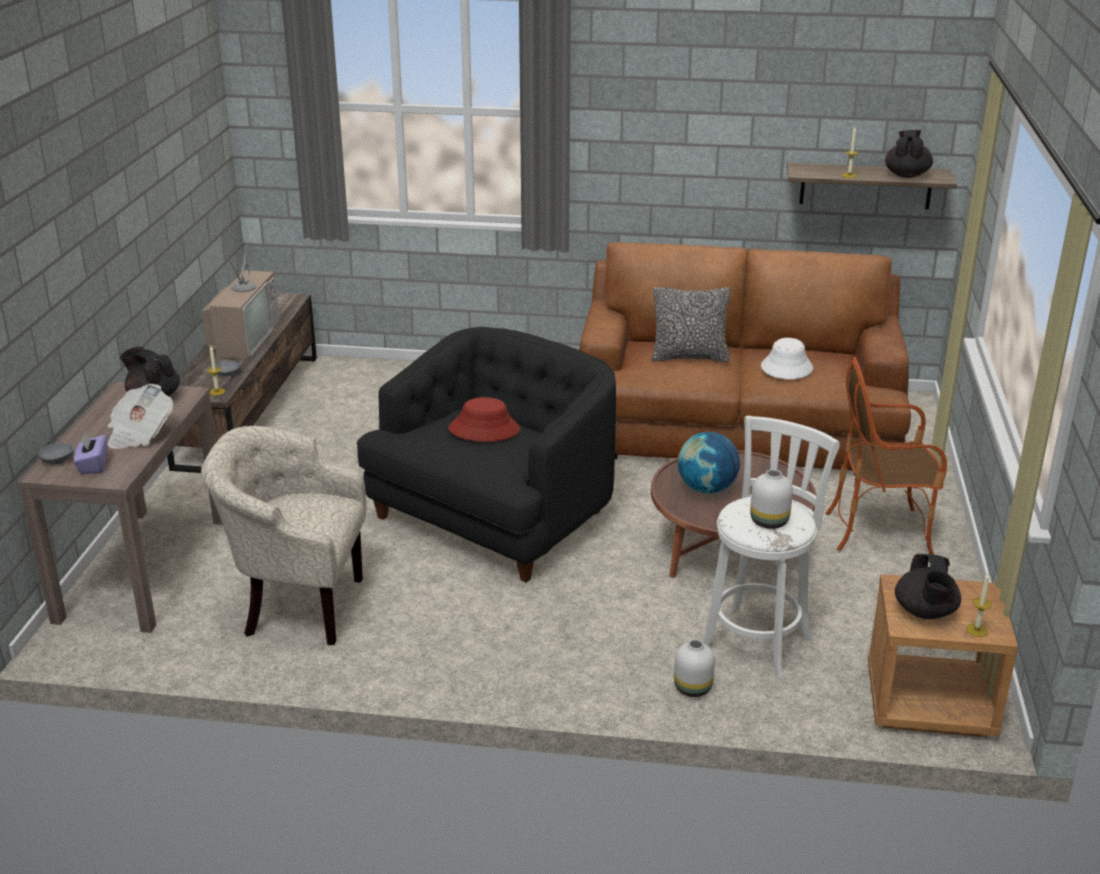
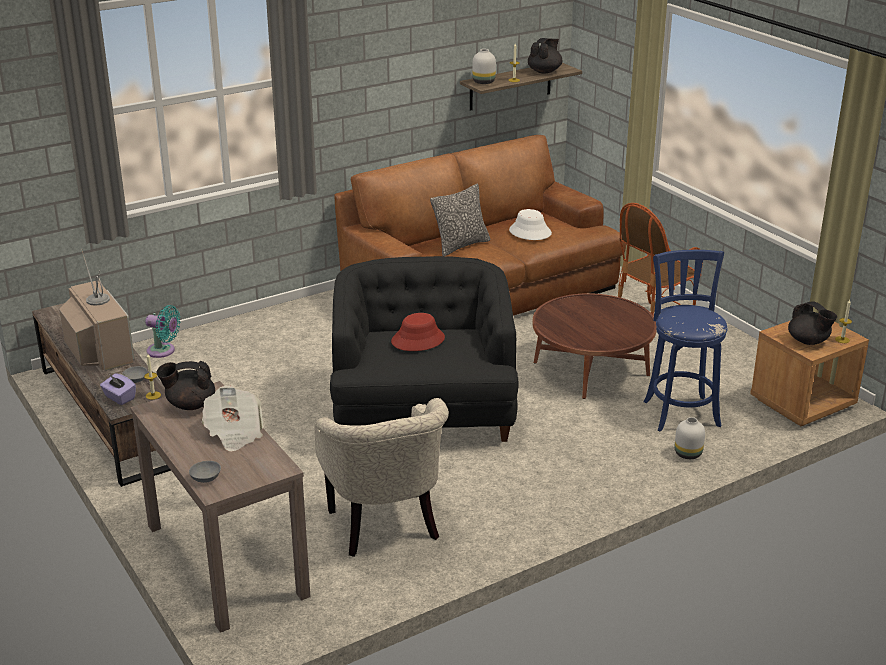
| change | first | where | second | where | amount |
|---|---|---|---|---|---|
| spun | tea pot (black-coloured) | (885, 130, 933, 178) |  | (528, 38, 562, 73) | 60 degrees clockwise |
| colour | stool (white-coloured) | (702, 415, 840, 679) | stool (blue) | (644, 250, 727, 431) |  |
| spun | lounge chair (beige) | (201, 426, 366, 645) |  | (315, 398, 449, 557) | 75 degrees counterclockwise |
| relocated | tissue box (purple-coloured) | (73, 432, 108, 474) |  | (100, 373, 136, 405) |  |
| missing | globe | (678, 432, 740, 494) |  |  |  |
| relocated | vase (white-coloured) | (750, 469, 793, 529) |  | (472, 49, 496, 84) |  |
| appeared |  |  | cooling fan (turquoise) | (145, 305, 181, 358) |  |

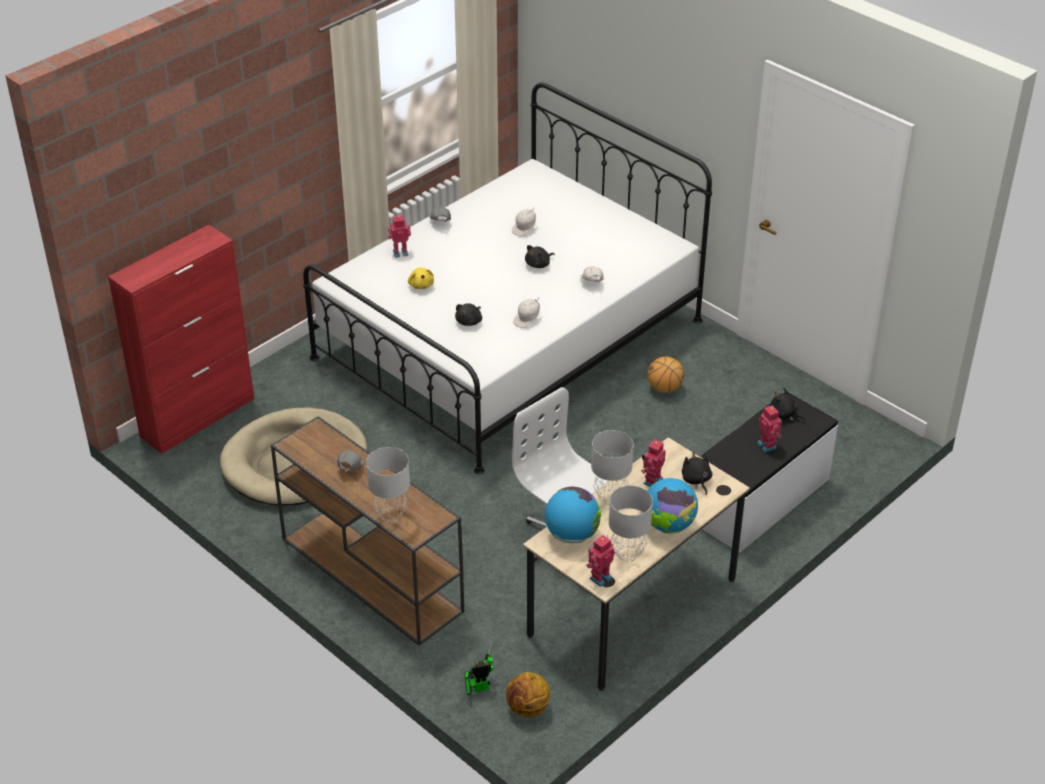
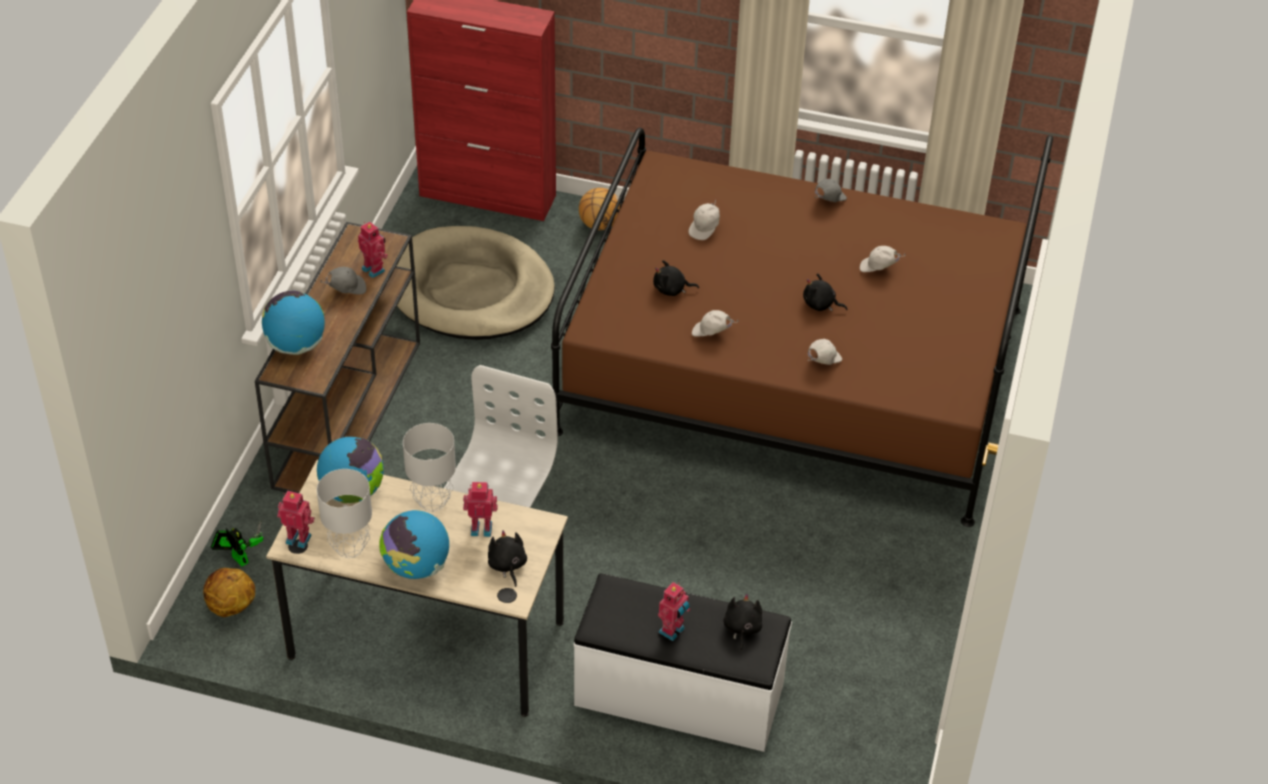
| change | first | where | second | where | amount |
|---|---|---|---|---|---|
| colour | sleeping bed (white-coloured) | (303, 83, 712, 475) | sleeping bed (brownish) | (551, 128, 1053, 527) |  |
| relocated | toy robot | (388, 215, 411, 258) |  | (358, 222, 388, 278) |  |
| exchanged | plush toy (yellow) | (408, 267, 434, 289) | peaked cap (white-coloured) | (688, 199, 720, 240) |  |
| relocated | ball for basketball | (648, 356, 684, 393) |  | (579, 188, 620, 230) |  |
| exchanged | lamp for a table (gray) | (366, 447, 410, 522) | globe | (262, 291, 325, 355) |  |
| spun | plush toy (black-coloured) | (682, 452, 712, 495) |  | (488, 530, 527, 587) | 60 degrees counterclockwise |

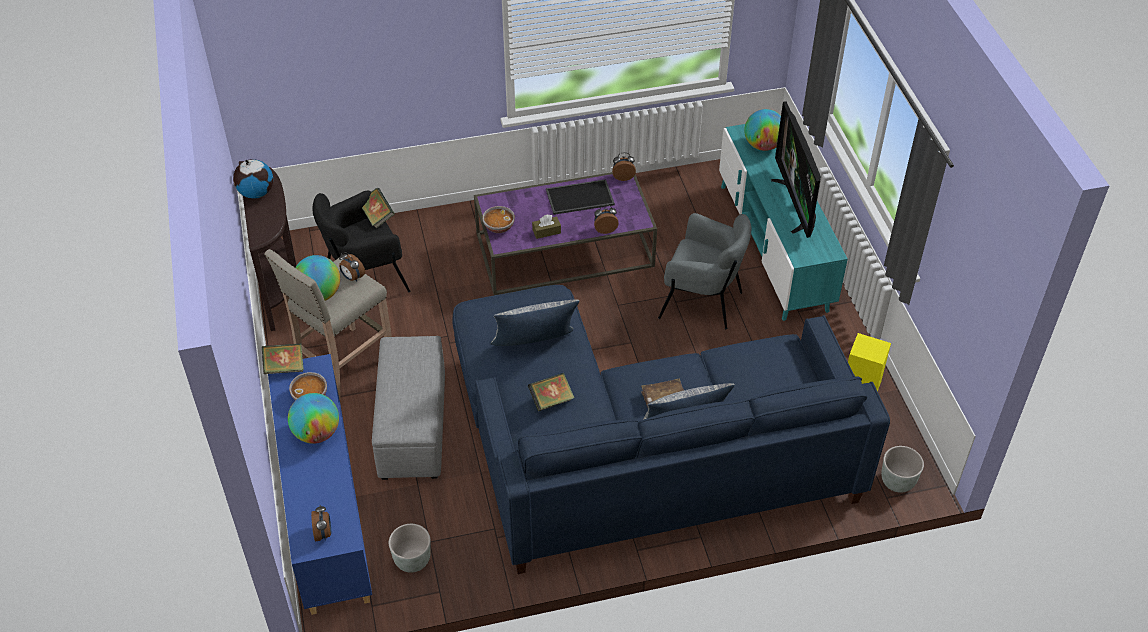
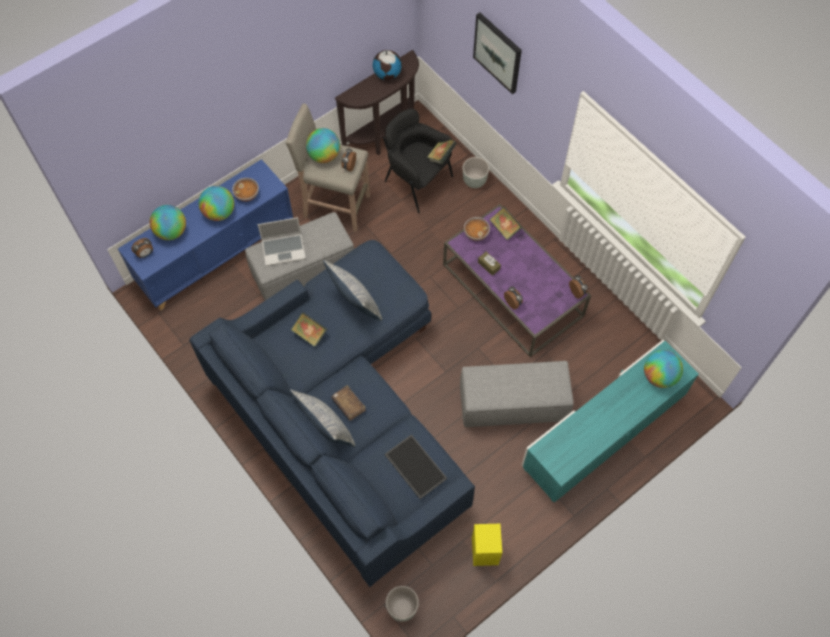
| change | first | where | second | where | amount |
|---|---|---|---|---|---|
| missing | TV set | (771, 101, 821, 238) |  |  |  |
| relocated | tray | (546, 179, 615, 215) |  | (384, 434, 447, 499) |  |
| exchanged | lounge chair (gray) | (658, 213, 751, 330) | pouffe (gray) | (460, 361, 574, 427) |  |
| relocated | volume | (262, 343, 304, 374) |  | (490, 207, 522, 240) |  |
| relocated | planter (gray) | (389, 524, 431, 573) |  | (463, 157, 489, 188) |  |
| appeared |  |  | wall picture | (473, 13, 522, 94) |  |
| appeared |  |  | globe | (150, 205, 186, 240) |  |
| appeared |  |  | notebook computer | (258, 217, 306, 266) |  |

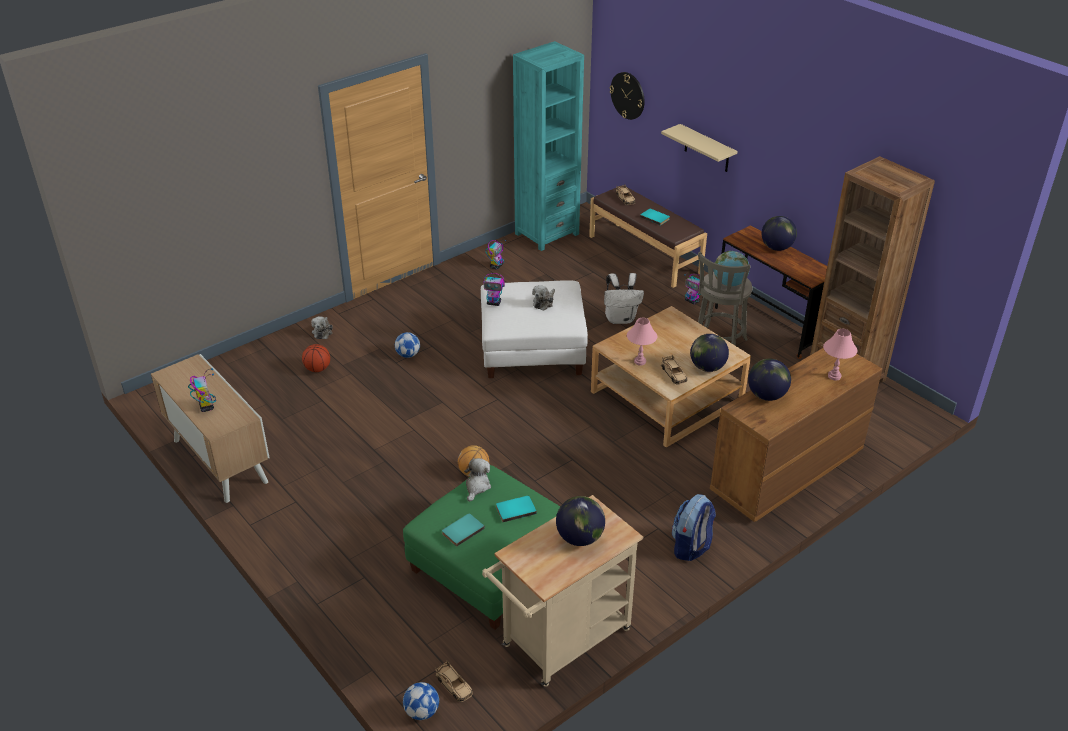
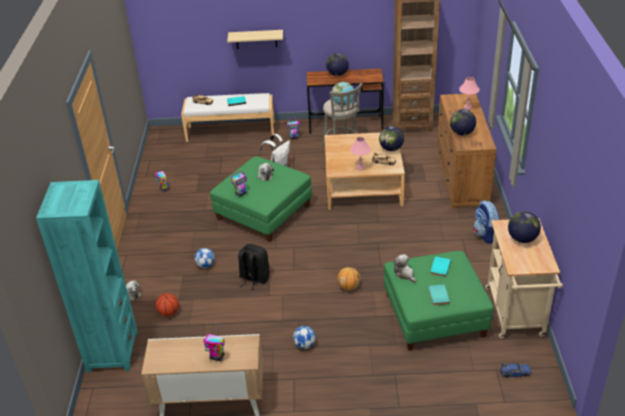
| change | first | where | second | where | amount |
|---|---|---|---|---|---|
| relocated | bookshelf (turquoise) | (513, 41, 584, 251) |  | (36, 180, 138, 372) |  |
| missing | clock on the wall | (610, 72, 645, 120) |  |  |  |
| colour | bench (brownish) | (589, 185, 707, 288) | bench (white-coloured) | (181, 93, 275, 142) |  |
| colour | pouffe (white-coloured) | (481, 280, 588, 378) | pouffe (green) | (210, 156, 312, 242) |  |
| colour | toy car (beige) | (435, 660, 473, 702) | toy car (blue) | (500, 364, 531, 378) |  |
| relocated | football ball | (403, 682, 439, 720) |  | (293, 326, 316, 349) |  |
| appeared |  |  | backpack (black-coloured) | (238, 244, 269, 291) |  |

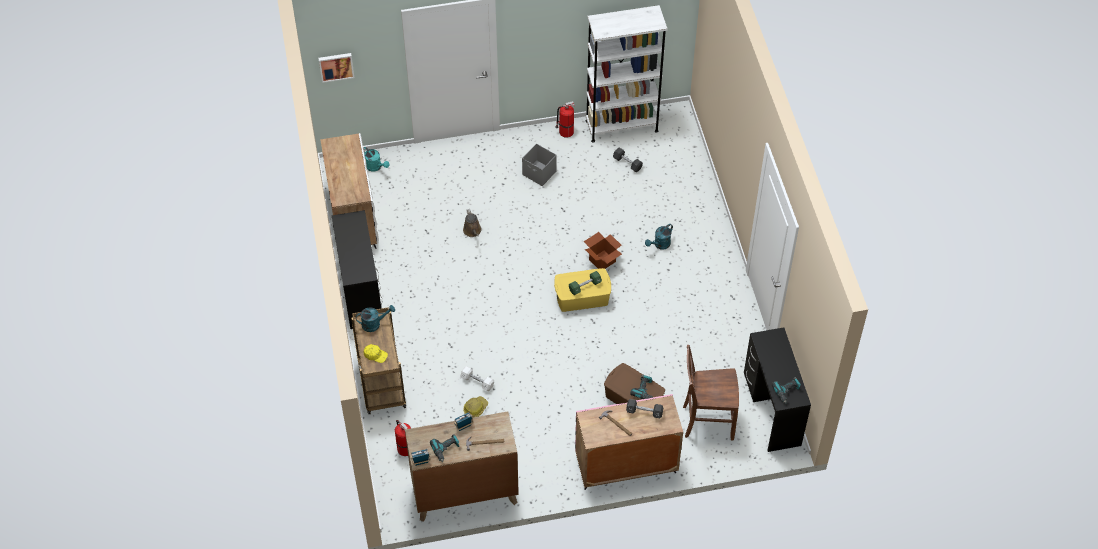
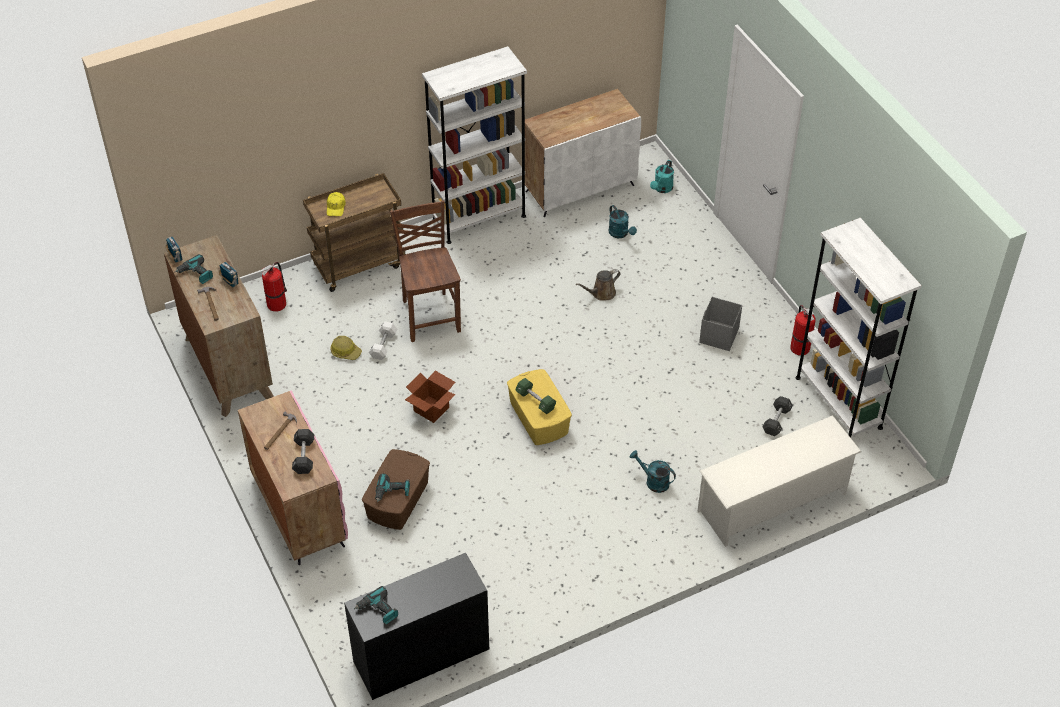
| change | first | where | second | where | amount |
|---|---|---|---|---|---|
| missing | wall picture | (318, 53, 354, 83) |  |  |  |
| exchanged | desk unit (black-coloured) | (332, 210, 382, 329) | bookshelf (white-coloured) | (422, 46, 527, 244) |  |
| relocated | cardboard box | (584, 232, 622, 269) |  | (405, 371, 455, 423) |  |
| relocated | sprinkling can (turquoise) | (356, 305, 395, 332) |  | (608, 205, 637, 238) |  |
| relocated | plain chair (brownish) | (683, 345, 739, 440) |  | (390, 200, 461, 342) |  |
| appeared |  |  | shoe shelf (white-coloured) | (698, 415, 862, 547) |  |

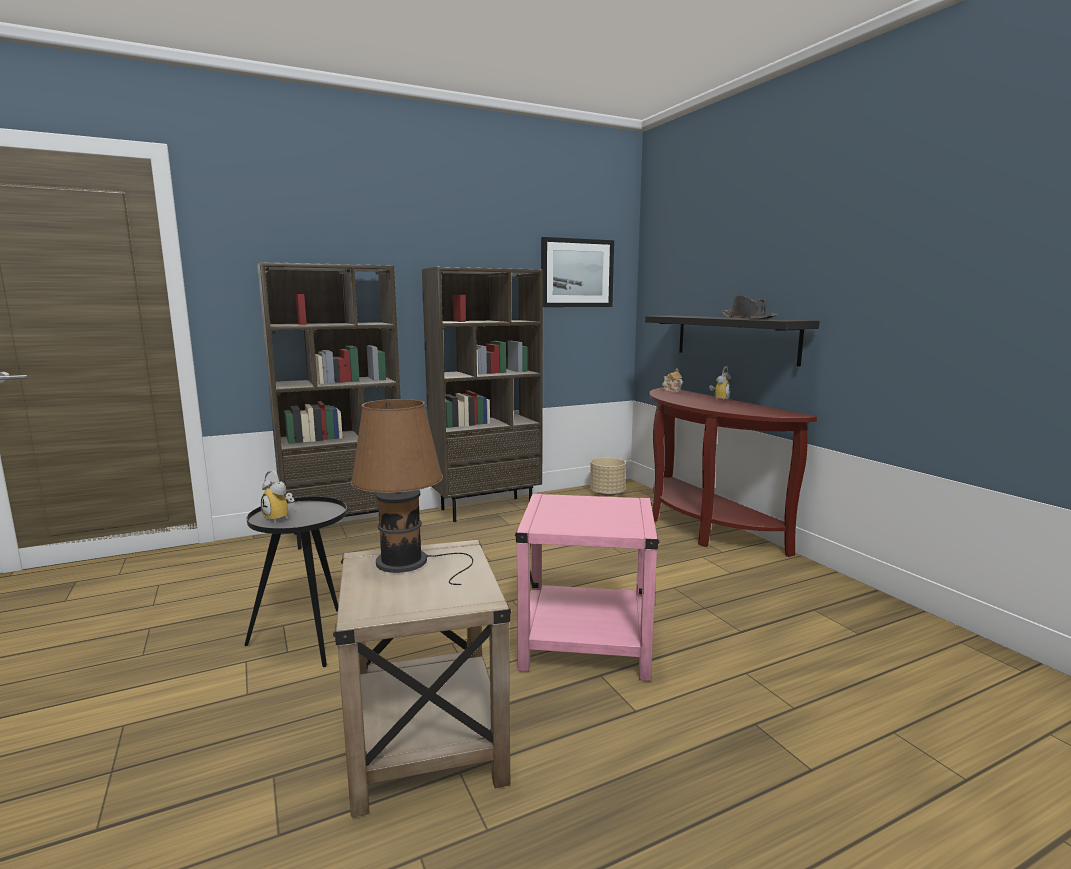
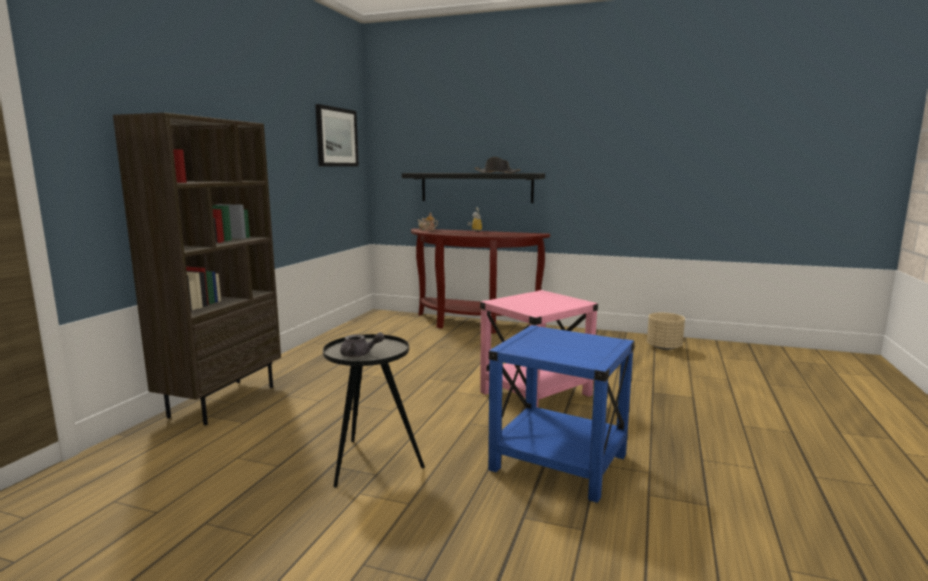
| change | first | where | second | where | amount |
|---|---|---|---|---|---|
| missing | bookshelf (brownish) | (422, 267, 543, 522) |  |  |  |
| missing | lamp for a table (brownish) | (350, 399, 473, 585) |  |  |  |
| relocated | planter (beige) | (590, 457, 626, 496) |  | (647, 313, 685, 350) |  |
| exchanged | bedside clock | (261, 470, 294, 521) | tea pot (gray) | (340, 332, 385, 357) |  |
| colour | end table (beige) | (333, 540, 511, 817) | end table (blue) | (488, 325, 635, 503) |  |

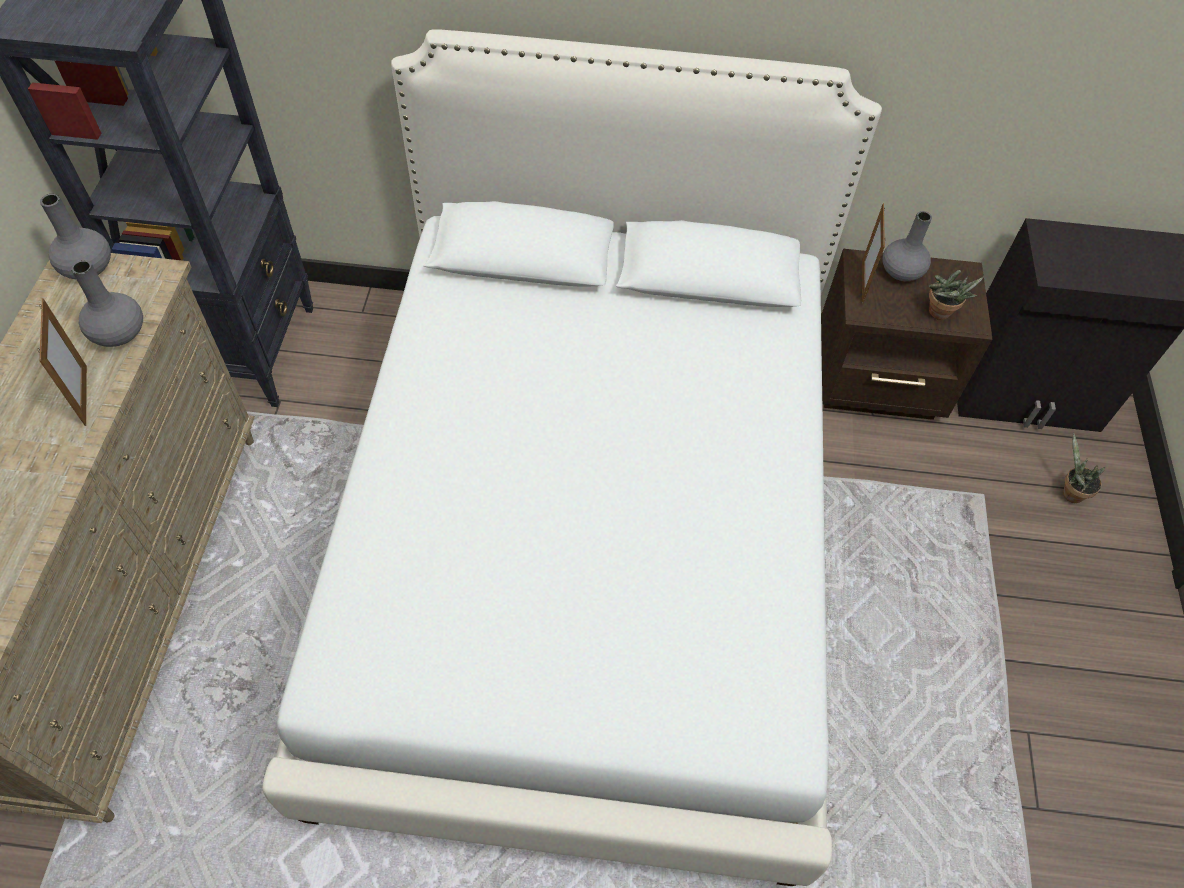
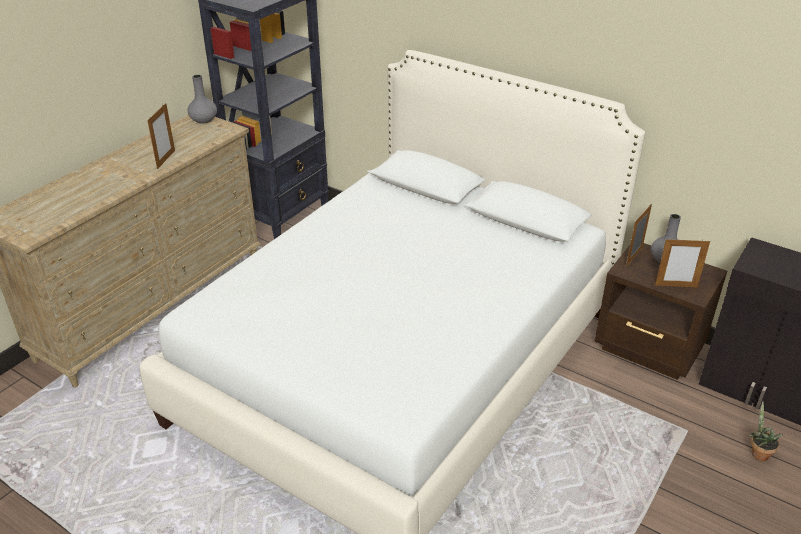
| change | first | where | second | where | amount |
|---|---|---|---|---|---|
| missing | vase (gray) | (71, 260, 143, 347) |  |  |  |
| exchanged | potted plant | (929, 270, 984, 320) | picture frame | (655, 238, 710, 287) |  |

